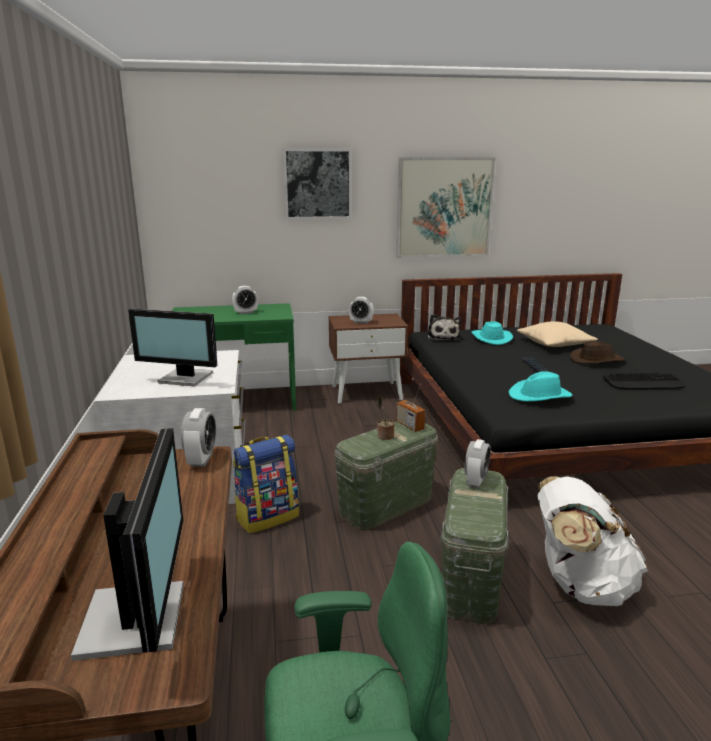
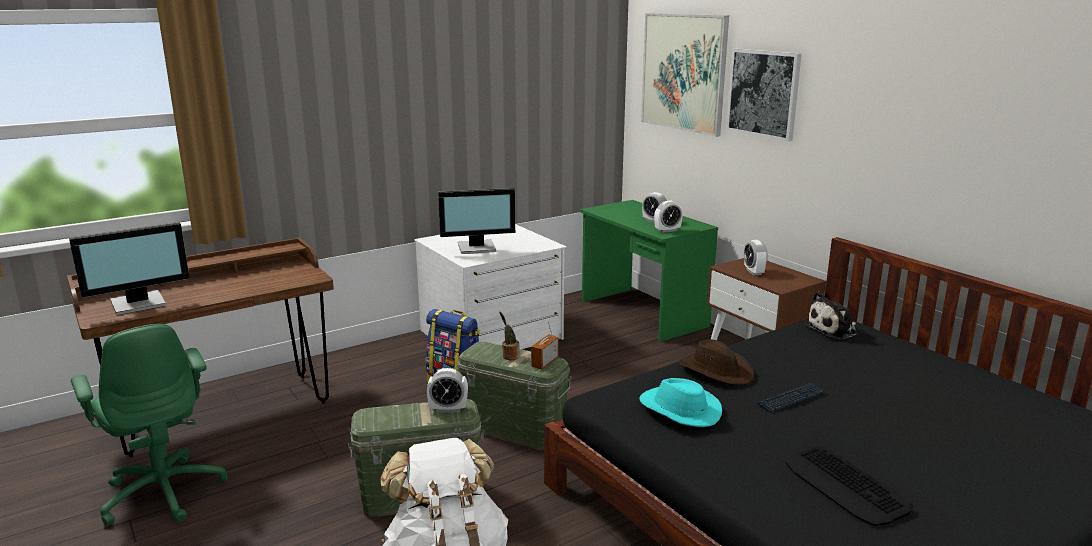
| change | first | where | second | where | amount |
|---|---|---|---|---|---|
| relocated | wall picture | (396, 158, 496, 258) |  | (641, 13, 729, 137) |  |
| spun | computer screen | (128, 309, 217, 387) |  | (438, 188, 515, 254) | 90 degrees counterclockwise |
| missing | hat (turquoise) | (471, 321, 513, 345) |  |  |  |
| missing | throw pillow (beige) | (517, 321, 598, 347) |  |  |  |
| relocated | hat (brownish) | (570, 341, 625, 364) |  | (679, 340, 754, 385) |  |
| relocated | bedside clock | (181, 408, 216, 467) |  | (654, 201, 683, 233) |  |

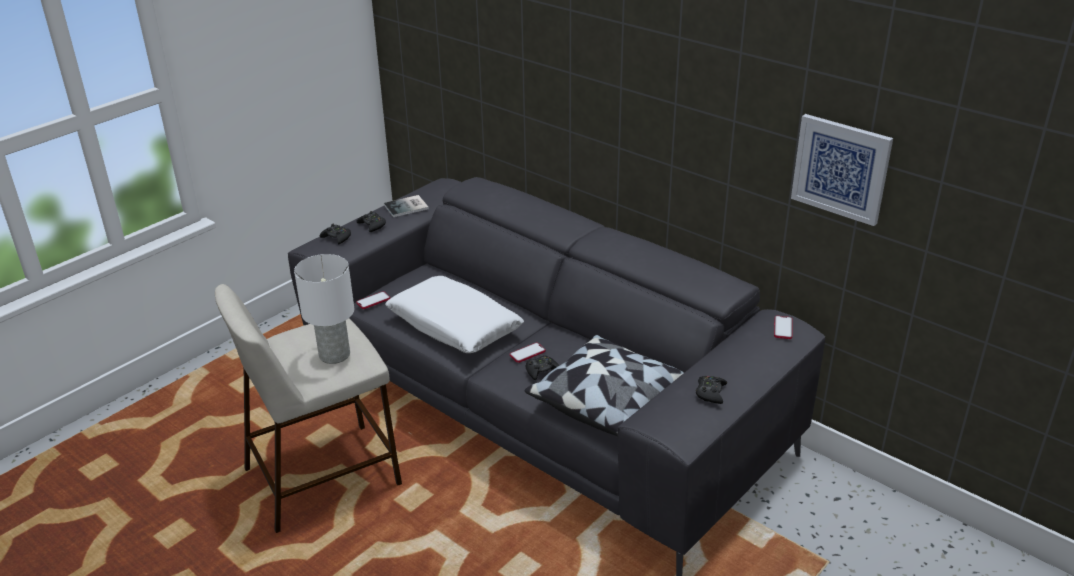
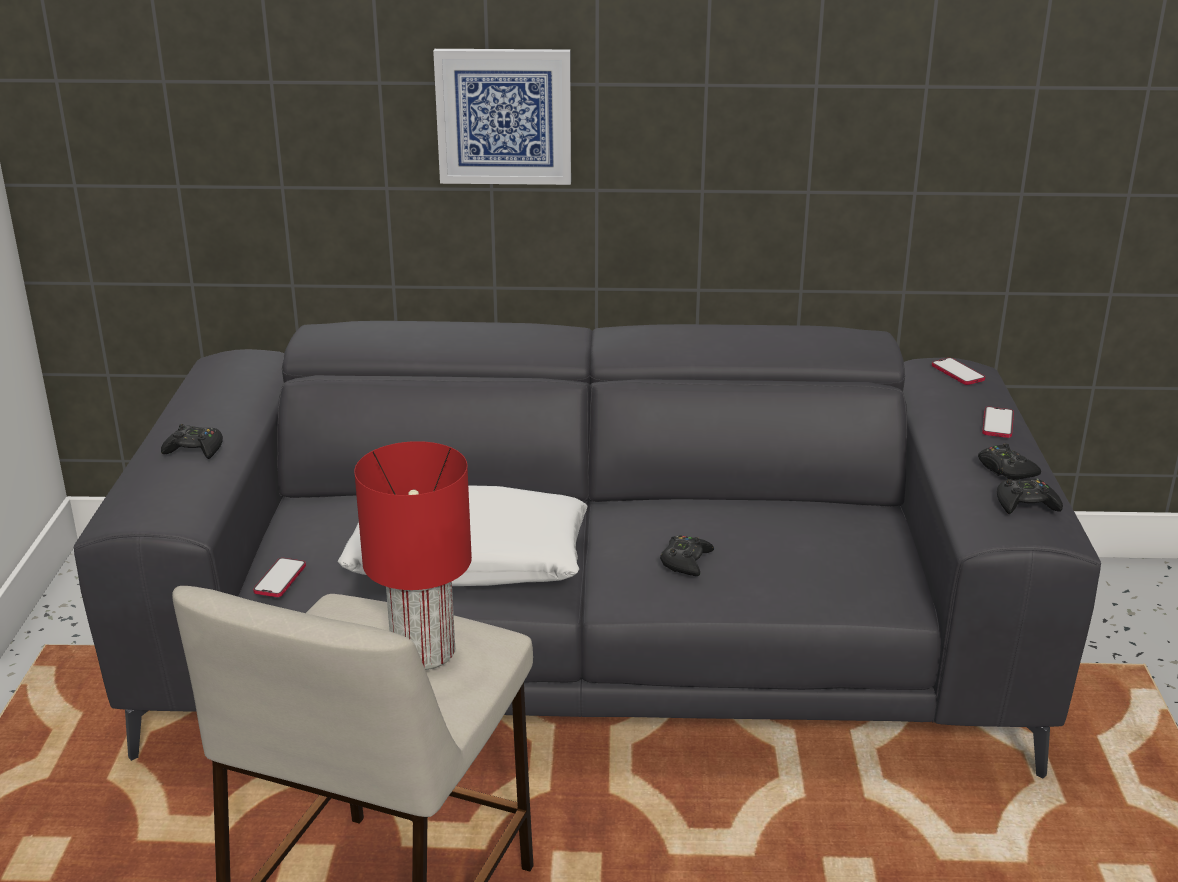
| change | first | where | second | where | amount |
|---|---|---|---|---|---|
| relocated | wall picture | (791, 114, 893, 226) |  | (433, 49, 571, 185) |  |
| missing | volume | (384, 195, 429, 217) |  |  |  |
| relocated | game controller (black-coloured) | (320, 224, 351, 244) |  | (997, 479, 1063, 514) |  |
| colour | lamp for a table (white-coloured) | (294, 254, 354, 364) | lamp for a table (reddish) | (354, 441, 472, 670) |  |
| missing | throw pillow | (524, 335, 684, 436) |  |  |  |
| relocated | phone | (510, 342, 545, 363) |  | (982, 407, 1014, 438) |  |

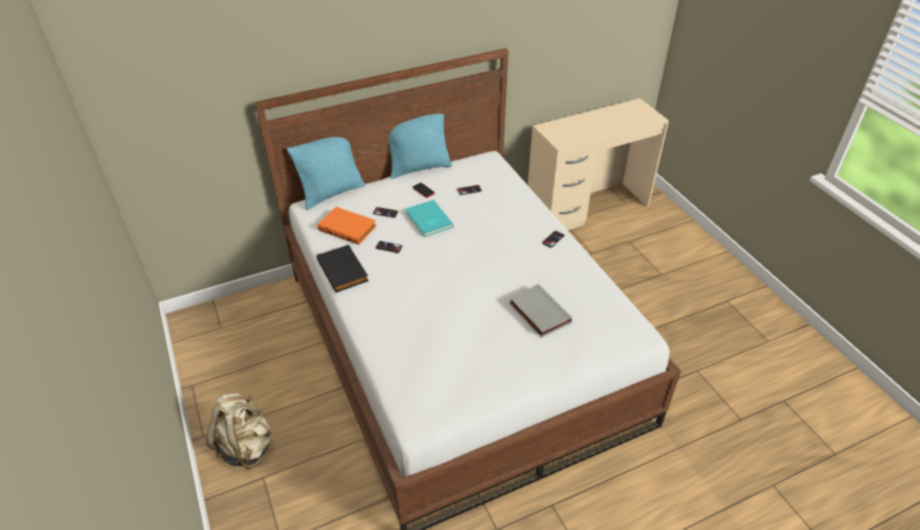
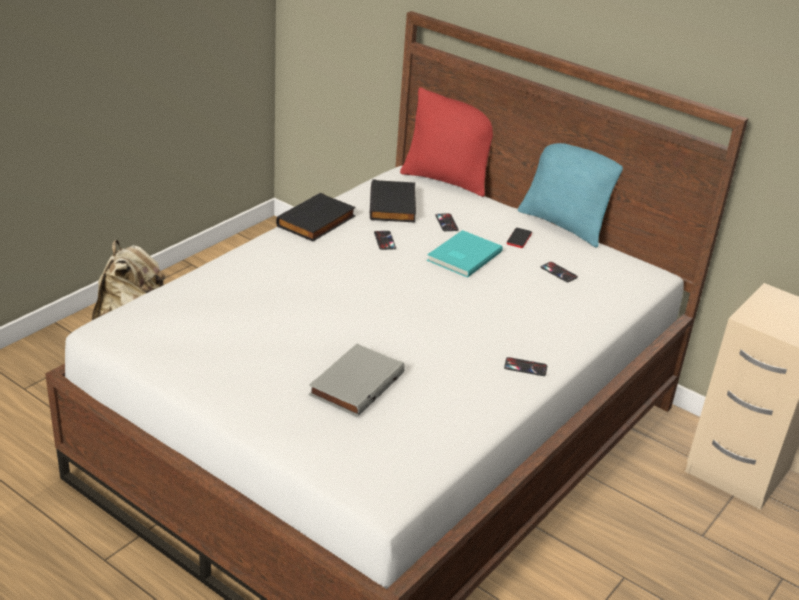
| change | first | where | second | where | amount |
|---|---|---|---|---|---|
| colour | throw pillow (turquoise) | (287, 137, 365, 210) | throw pillow (reddish) | (400, 87, 493, 197) |  |
| colour | volume (orange-coloured) | (317, 207, 377, 245) | volume (black-coloured) | (370, 179, 416, 222) |  |

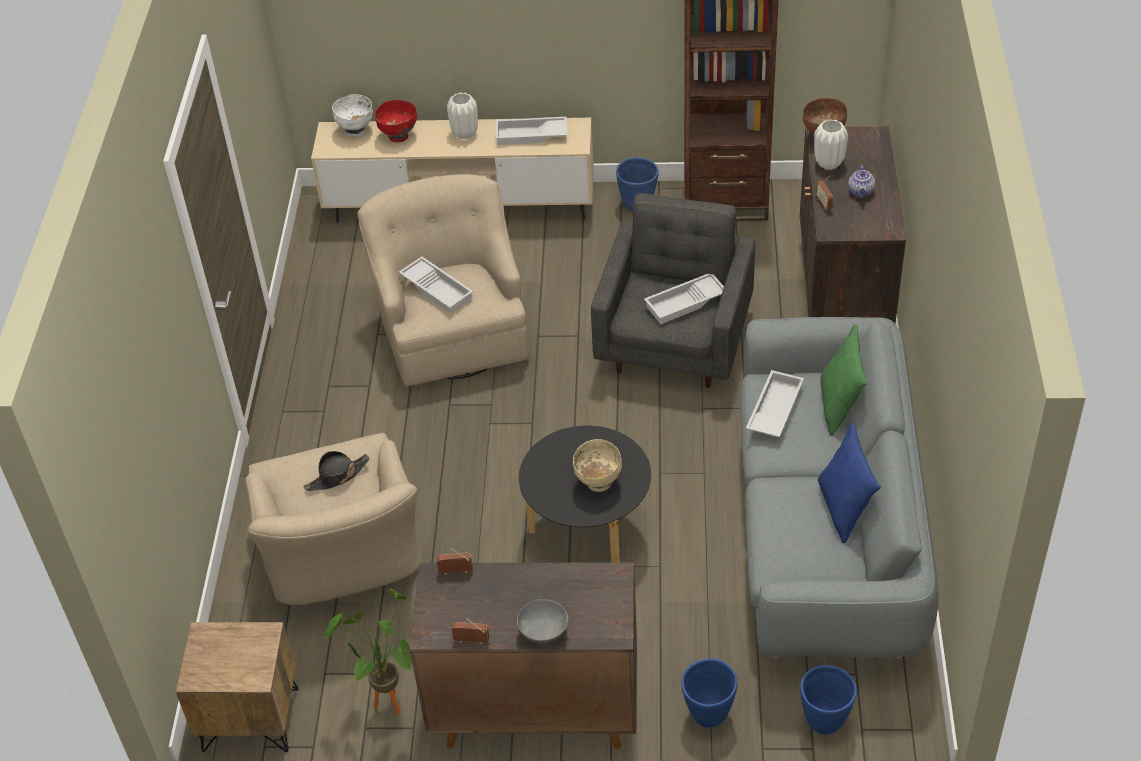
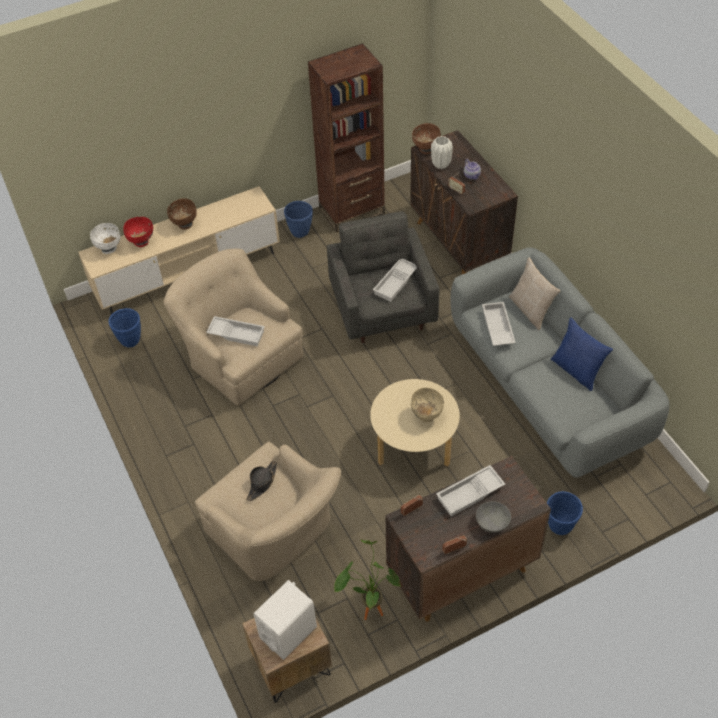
| change | first | where | second | where | amount |
|---|---|---|---|---|---|
| exchanged | vase (white-coloured) | (447, 92, 478, 139) | bowl (brownish) | (167, 198, 197, 229) |  |
| relocated | tray (white-coloured) | (496, 117, 567, 145) |  | (436, 465, 506, 517) |  |
| colour | throw pillow (green) | (820, 324, 867, 436) | throw pillow (beige) | (509, 258, 560, 330) |  |
| colour | lounge table (black-coloured) | (519, 426, 651, 562) | lounge table (beige) | (370, 379, 460, 467) |  |
| relocated | planter (blue) | (800, 665, 857, 735) |  | (109, 308, 141, 348) |  |
| appeared |  |  | speaker (white-coloured) | (253, 580, 317, 660) |  |

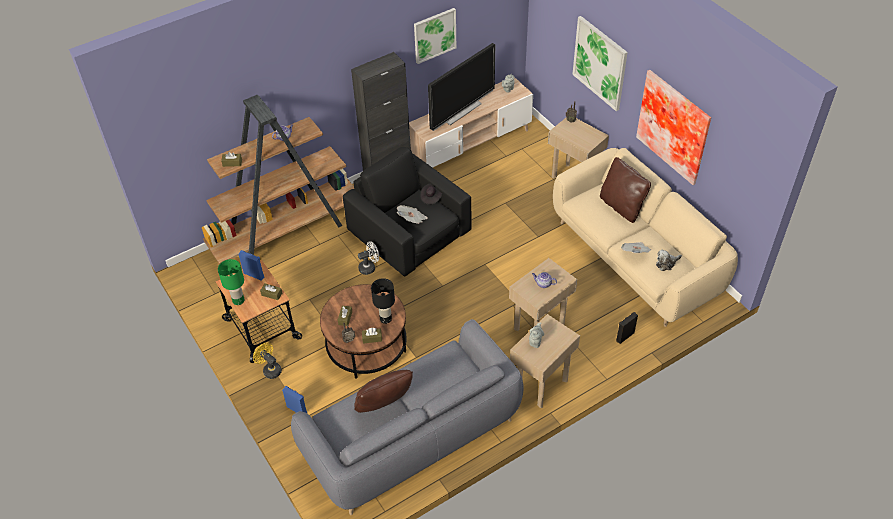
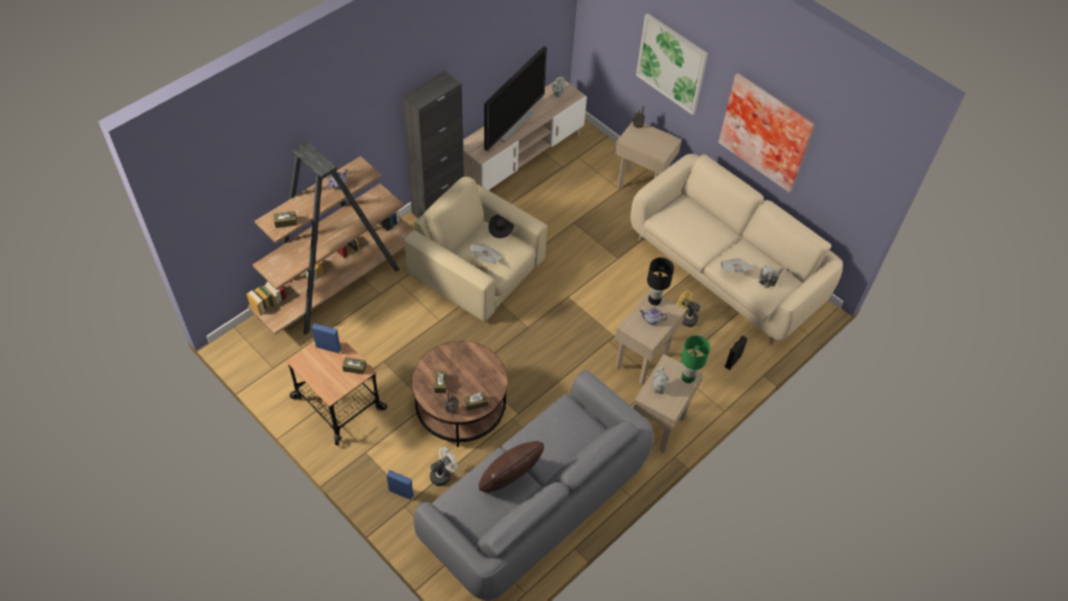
| change | first | where | second | where | amount |
|---|---|---|---|---|---|
| missing | wall picture | (414, 8, 456, 64) |  |  |  |
| colour | lounge chair (black-coloured) | (343, 147, 471, 276) | lounge chair (beige) | (404, 177, 547, 322) |  |
| missing | throw pillow (brownish) | (600, 157, 651, 223) |  |  |  |
| relocated | cooling fan (white-coloured) | (358, 241, 379, 275) |  | (430, 447, 457, 486) |  |
| relocated | lamp for a table (green) | (218, 259, 245, 305) |  | (681, 335, 710, 383) |  |
| relocated | lamp for a table (black-coloured) | (371, 278, 395, 324) |  | (647, 257, 674, 305) |  |
| relocated | cooling fan (yellow) | (253, 343, 282, 379) |  | (677, 290, 701, 327) |  |

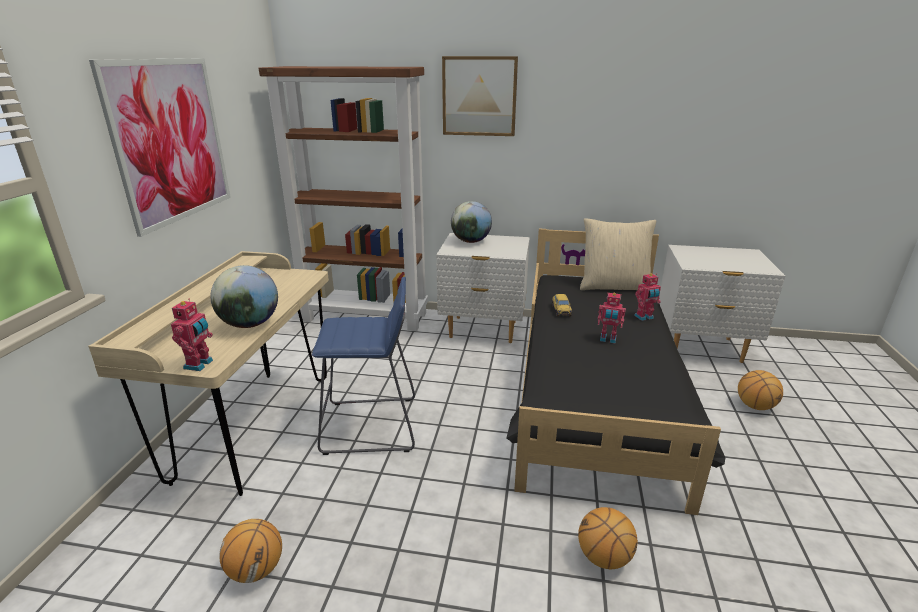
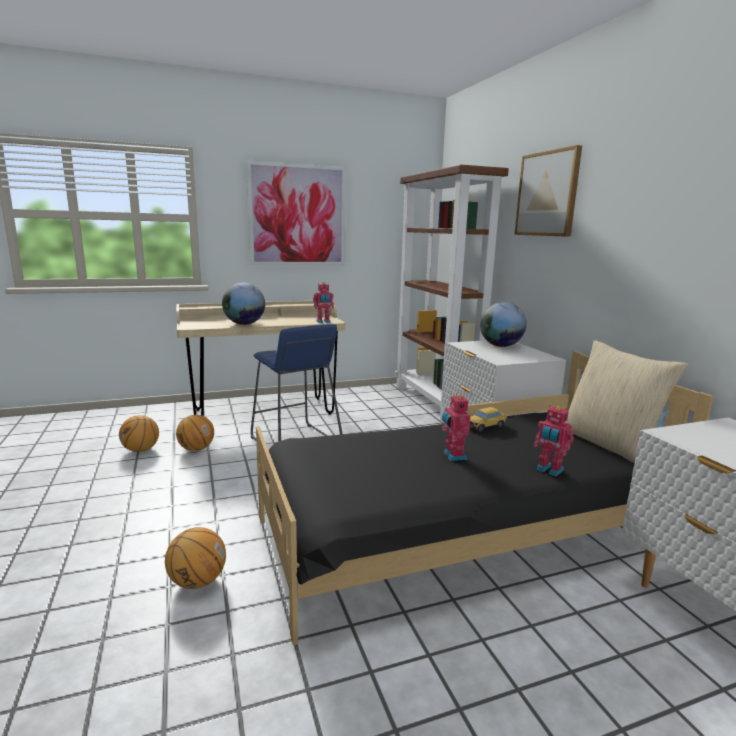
| change | first | where | second | where | amount |
|---|---|---|---|---|---|
| relocated | toy robot | (171, 299, 213, 371) |  | (313, 282, 334, 323) |  |
| relocated | ball for basketball | (738, 370, 783, 410) |  | (176, 415, 214, 451) |  |

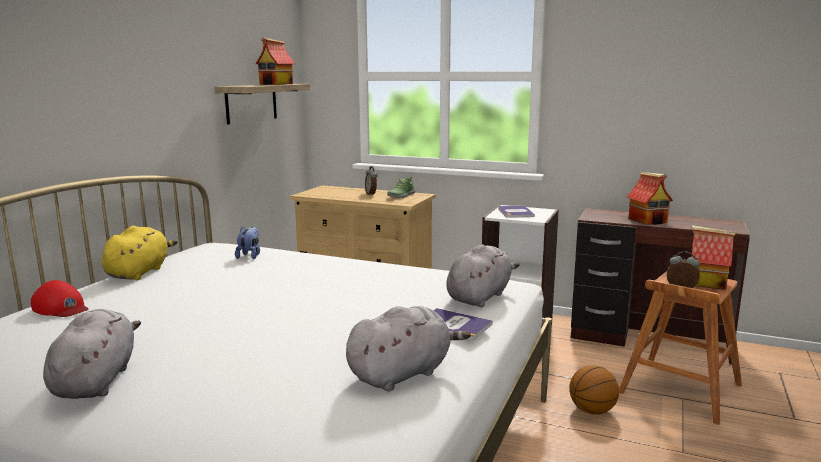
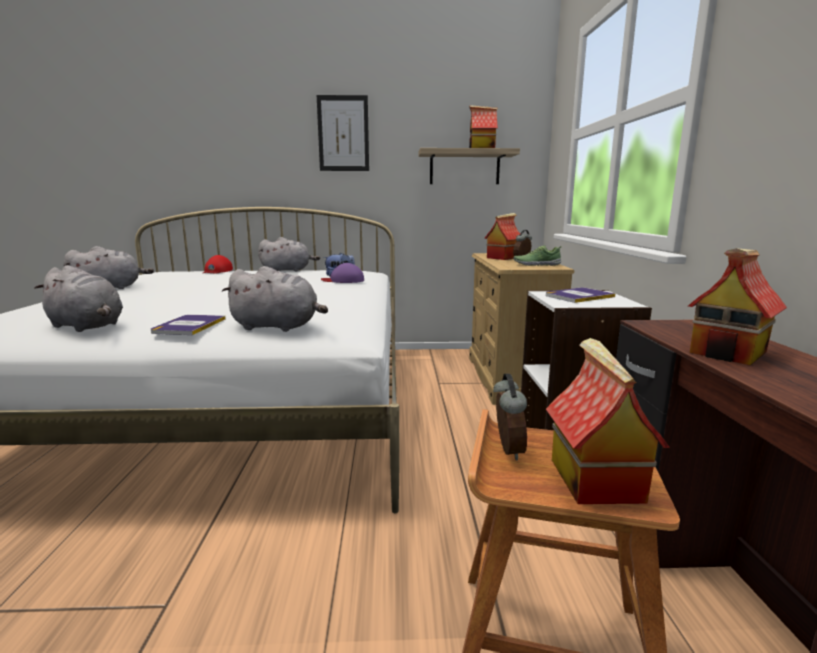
| change | first | where | second | where | amount |
|---|---|---|---|---|---|
| colour | plush toy (yellow) | (102, 226, 178, 280) | plush toy (gray) | (258, 237, 320, 271) |  |
| missing | ball for basketball | (569, 365, 619, 415) |  |  |  |
| appeared |  |  | wall picture | (317, 95, 369, 171) |  |
| appeared |  |  | toy house | (484, 213, 520, 260) |  |
| appeared |  |  | peaked cap (purple-coloured) | (321, 263, 364, 283) |  |

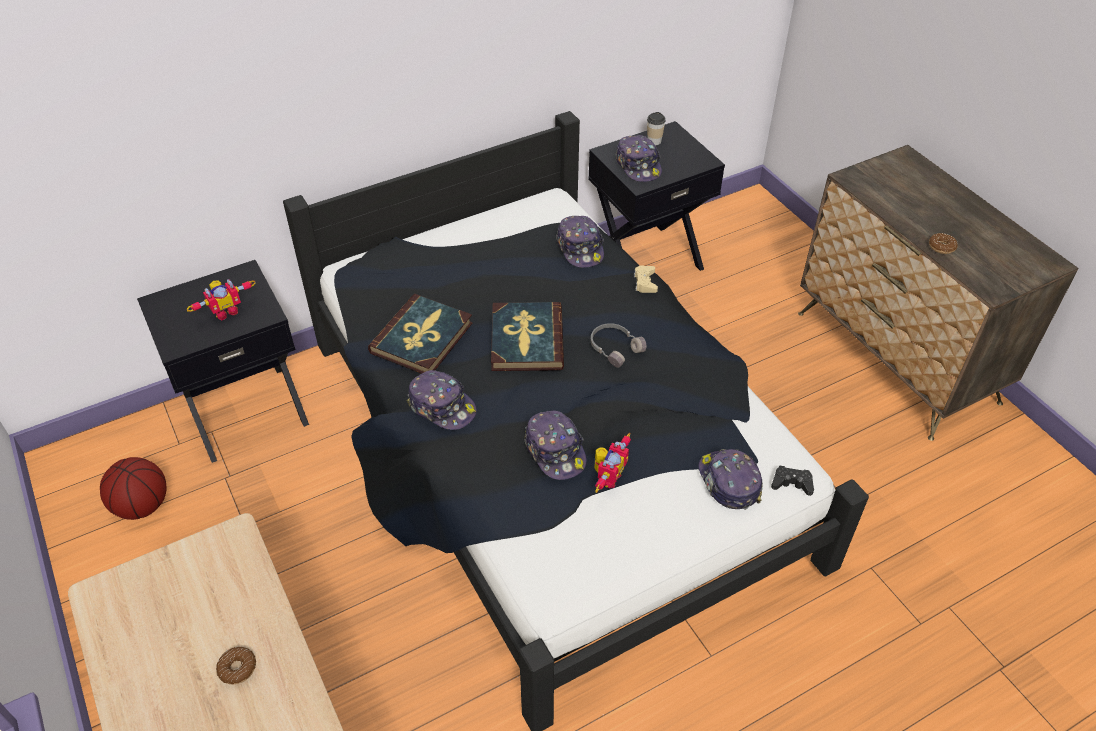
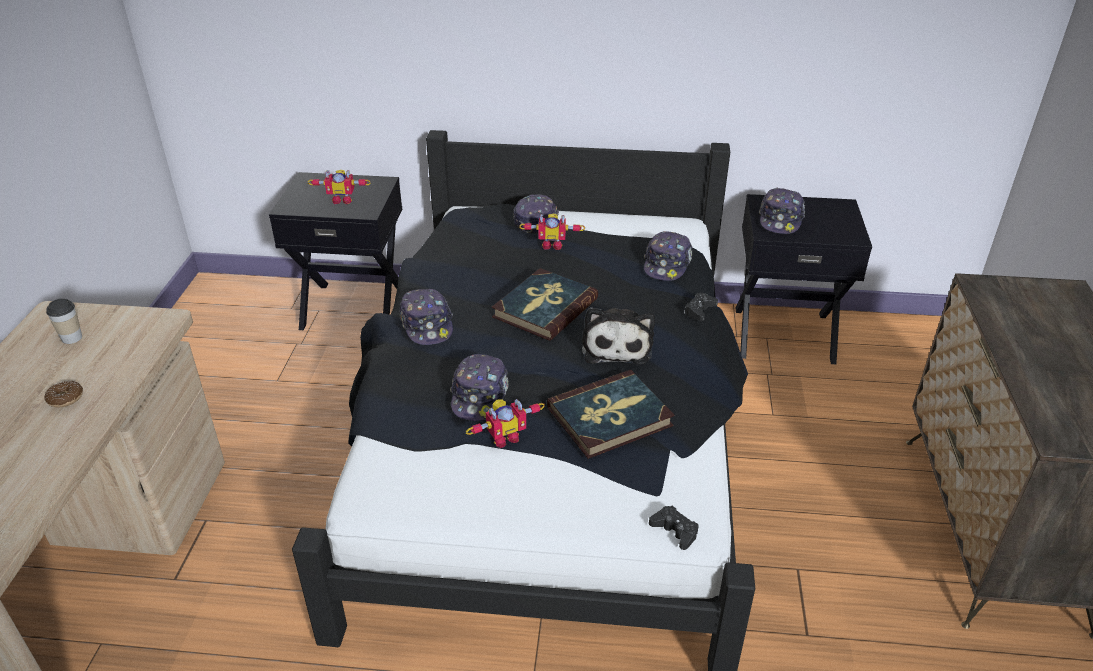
| change | first | where | second | where | amount |
|---|---|---|---|---|---|
| relocated | cup | (647, 112, 666, 145) |  | (46, 299, 82, 344) |  |
| missing | donut | (929, 233, 958, 254) |  |  |  |
| colour | game controller (beige) | (634, 265, 658, 293) | game controller (black-coloured) | (684, 293, 718, 321) |  |
| relocated | volume | (368, 294, 472, 374) |  | (547, 370, 675, 459) |  |
| exchanged | headset (gray) | (591, 323, 646, 368) | plush toy | (582, 307, 655, 365) |  |
| relocated | peaked cap | (698, 449, 763, 510) |  | (513, 194, 559, 234) |  |
| missing | ball for basketball | (100, 457, 167, 520) |  |  |  |
| appeared |  |  | toy robot | (519, 214, 585, 250) |  |

